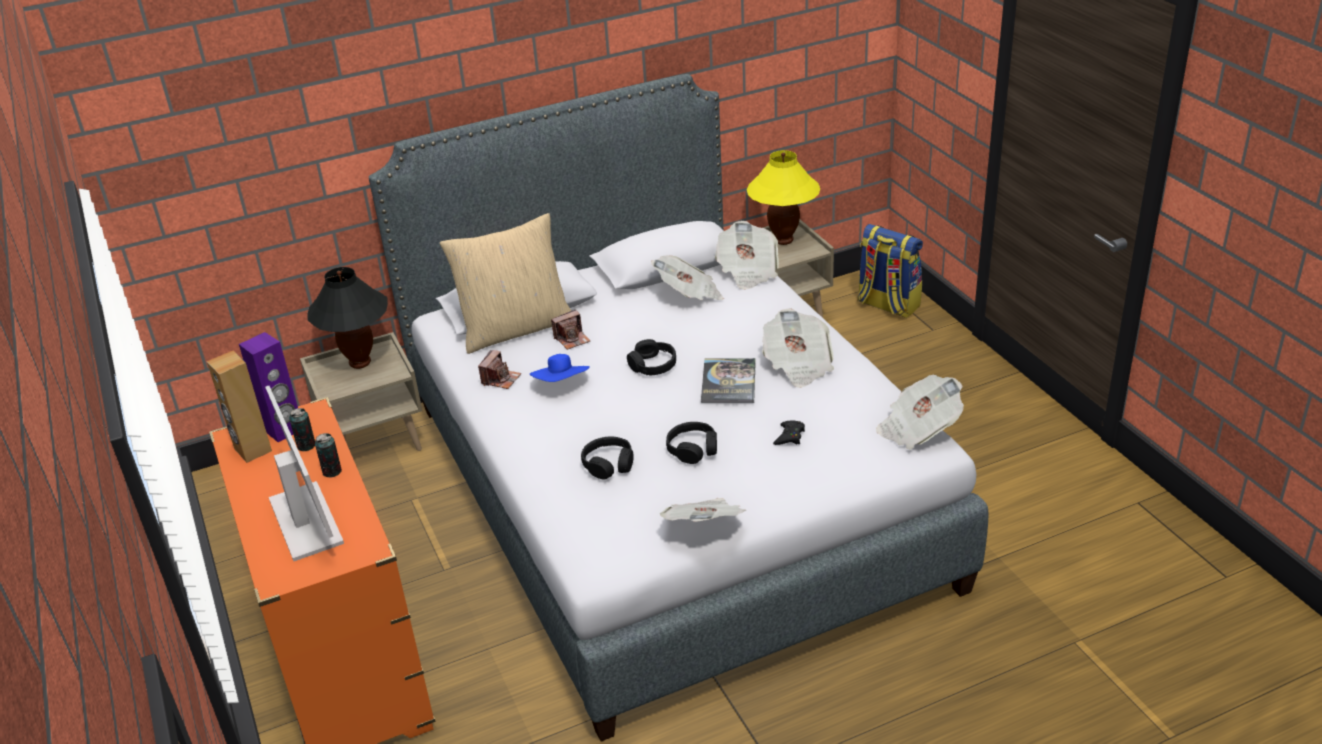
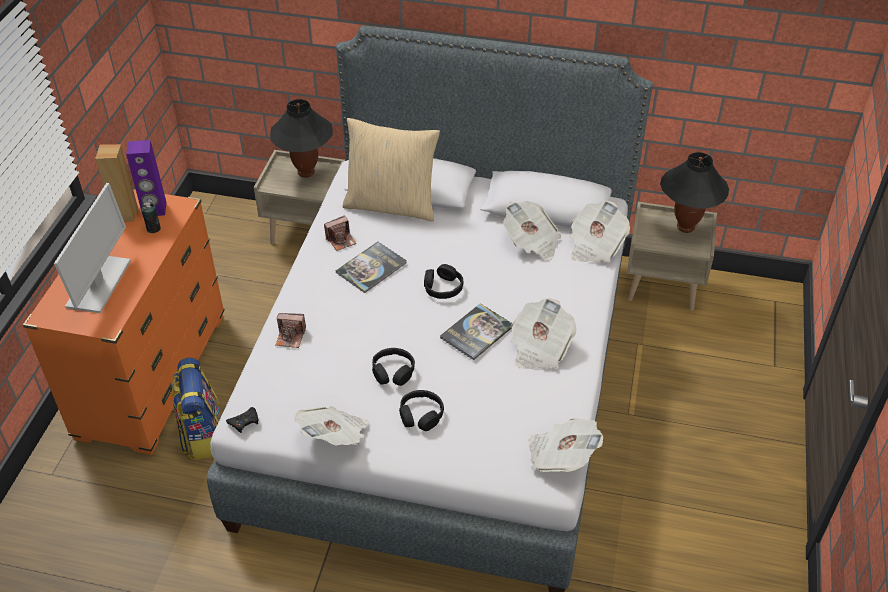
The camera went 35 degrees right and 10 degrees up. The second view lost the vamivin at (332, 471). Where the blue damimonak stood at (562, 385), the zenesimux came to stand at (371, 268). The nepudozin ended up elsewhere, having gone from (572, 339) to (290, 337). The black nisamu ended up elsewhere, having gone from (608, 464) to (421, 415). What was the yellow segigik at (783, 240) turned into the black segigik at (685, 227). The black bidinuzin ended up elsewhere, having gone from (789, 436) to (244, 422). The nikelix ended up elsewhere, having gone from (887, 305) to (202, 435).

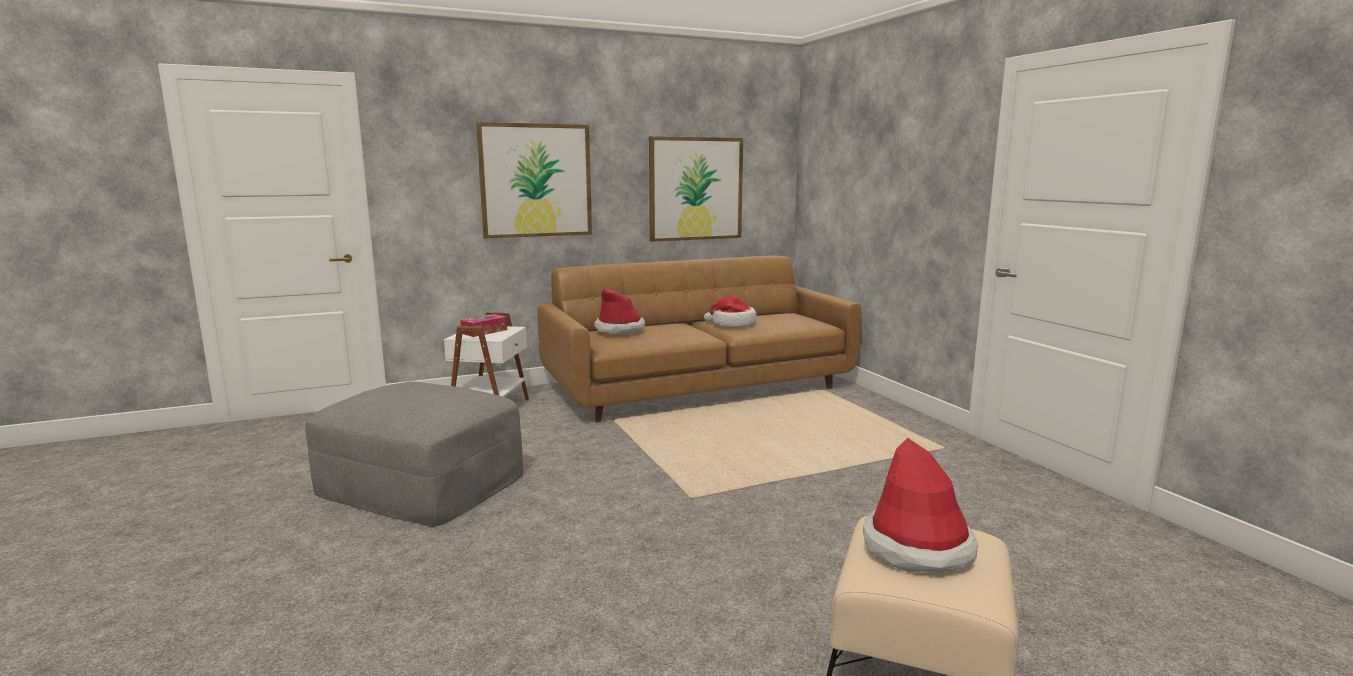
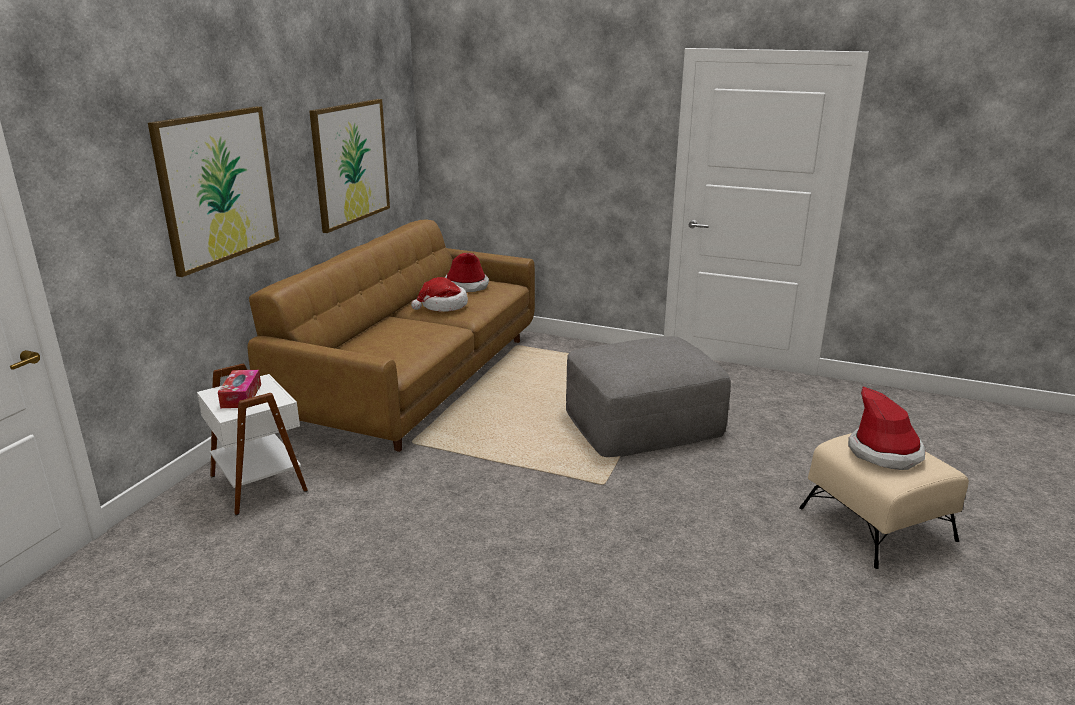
The camera went 45 degrees left and 10 degrees up. The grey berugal ended up elsewhere, having gone from (422, 483) to (642, 422). The damimonak ended up elsewhere, having gone from (619, 329) to (466, 286).

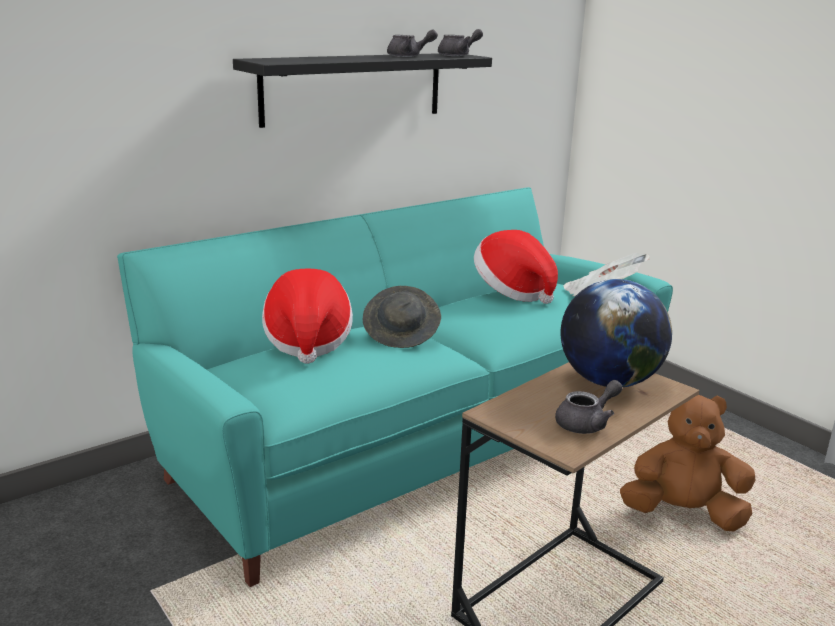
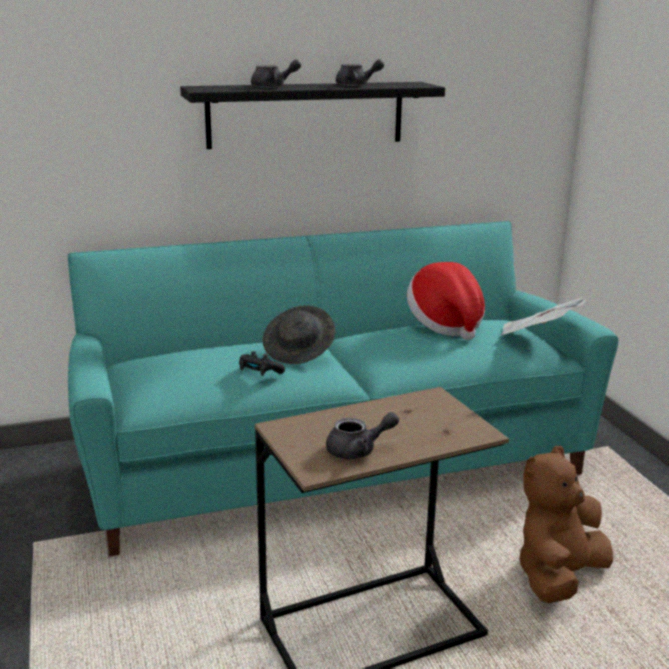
The camera went 20 degrees right and 0 degrees up. The second view lost the damimonak at (307, 341). The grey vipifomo ended up elsewhere, having gone from (458, 55) to (273, 87). The second view lost the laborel at (608, 382). The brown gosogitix at (682, 514) ended up facing another way, 75 degrees counterclockwise from before. The second view gained the black bidinuzin at (259, 372).

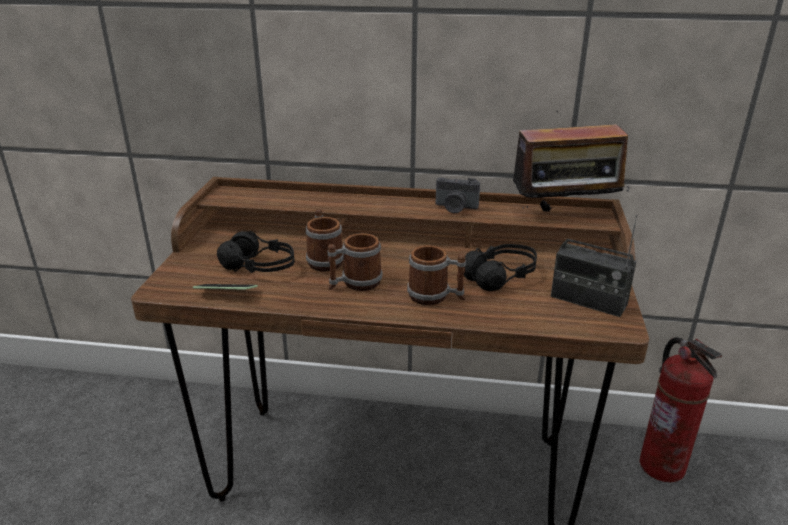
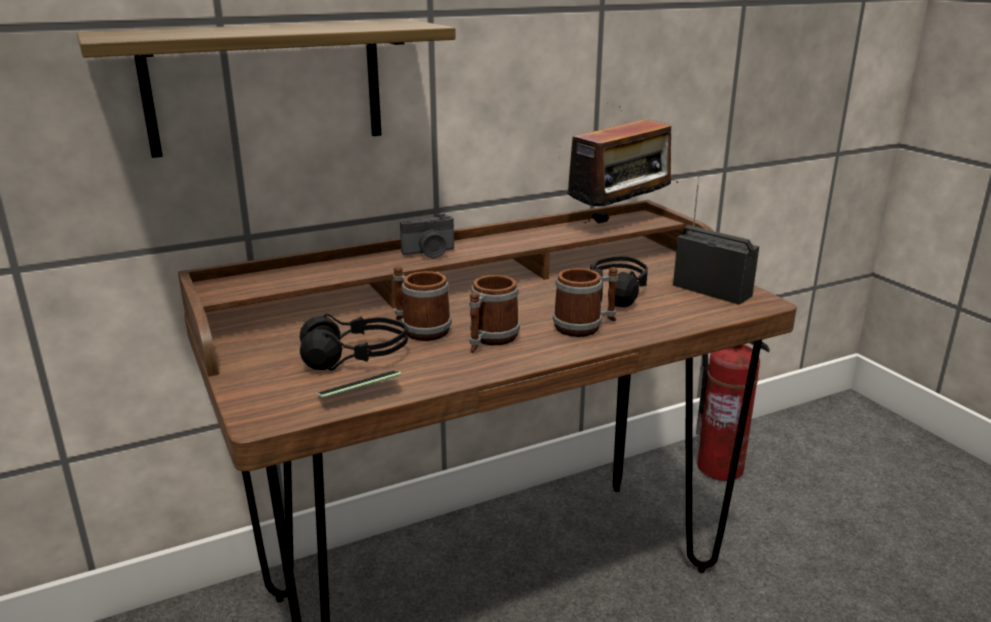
The camera went 35 degrees left and 5 degrees down. The nepudozin ended up elsewhere, having gone from (455, 208) to (429, 253). The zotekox at (588, 301) ended up facing another way, 135 degrees counterclockwise from before. The second view gained the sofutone at (266, 87).

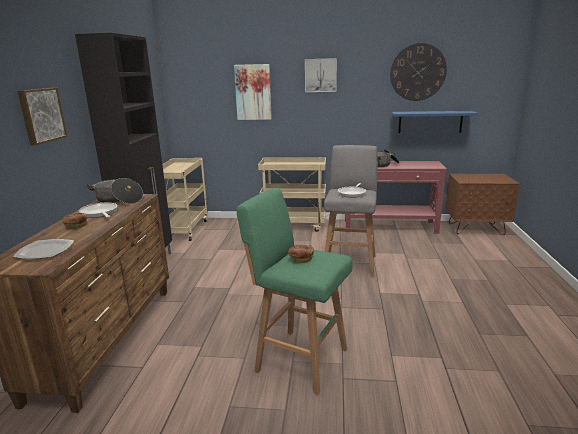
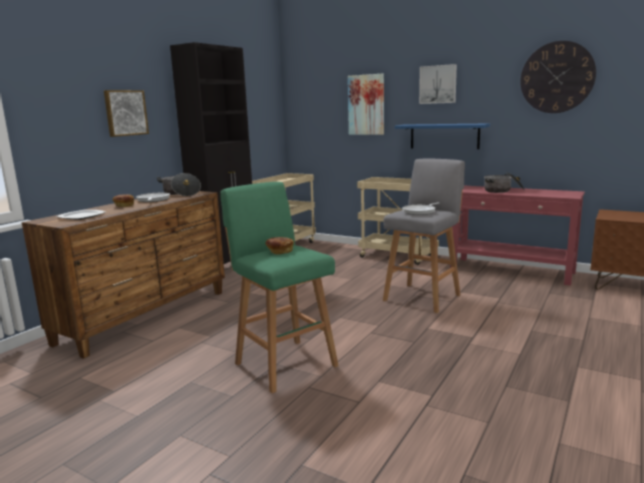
The camera went 25 degrees right and 5 degrees down. The blue sofutone ended up elsewhere, having gone from (430, 122) to (444, 136).

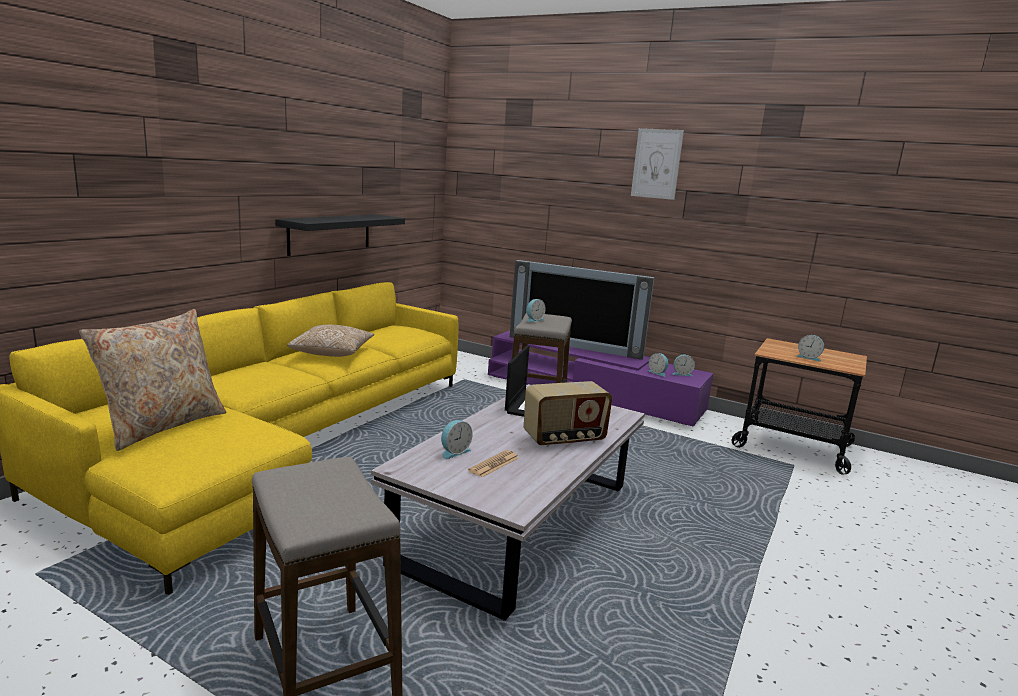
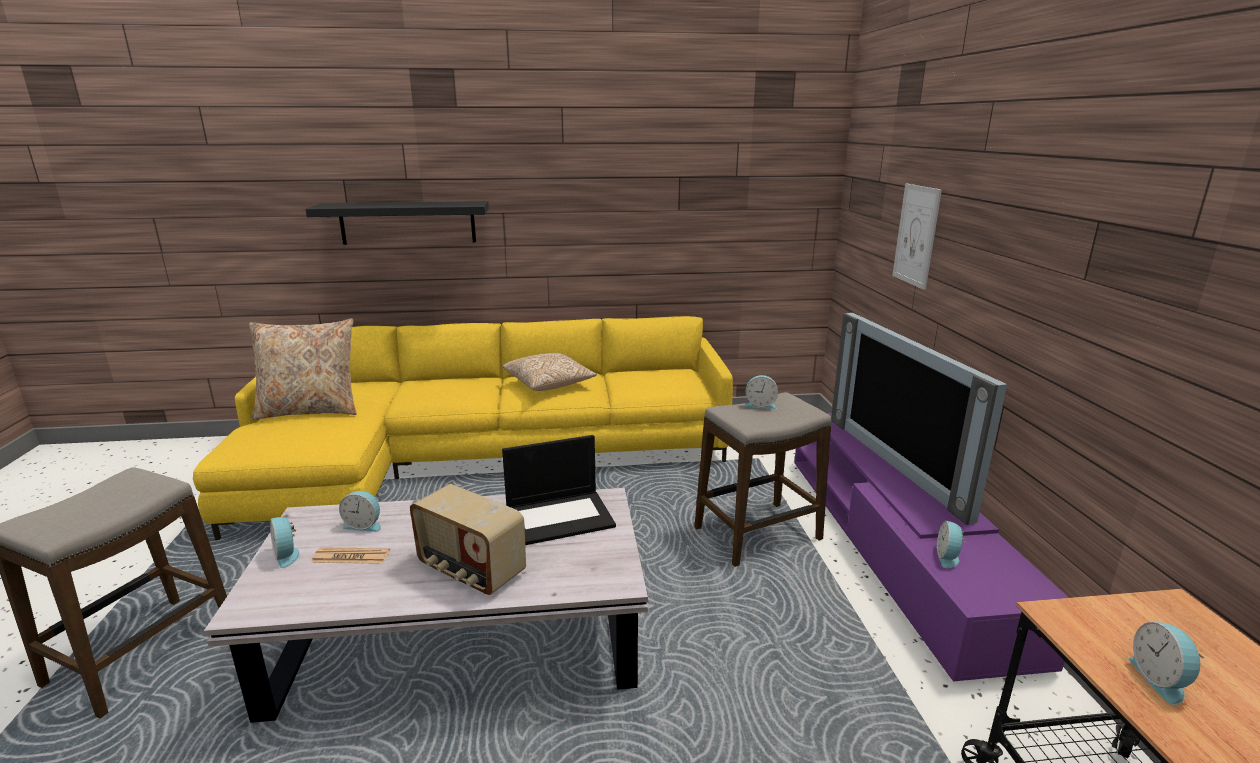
The camera went 55 degrees right and 5 degrees up. The black sofutone ended up elsewhere, having gone from (330, 233) to (408, 222). The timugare ended up elsewhere, having gone from (656, 164) to (916, 235). The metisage ended up elsewhere, having gone from (682, 374) to (287, 555).

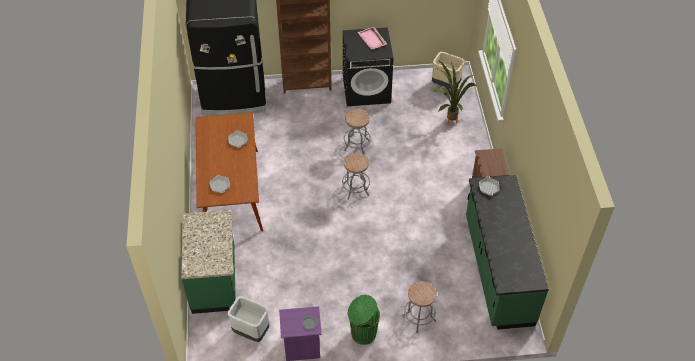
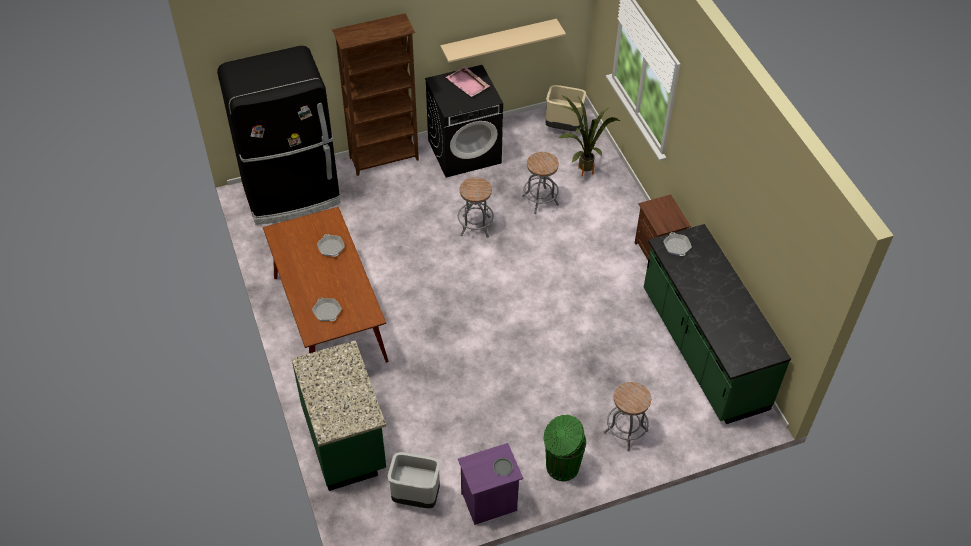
The camera went 15 degrees left and 0 degrees up. The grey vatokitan ended up elsewhere, having gone from (355, 189) to (540, 200). The second view gained the beige sofutone at (498, 40).

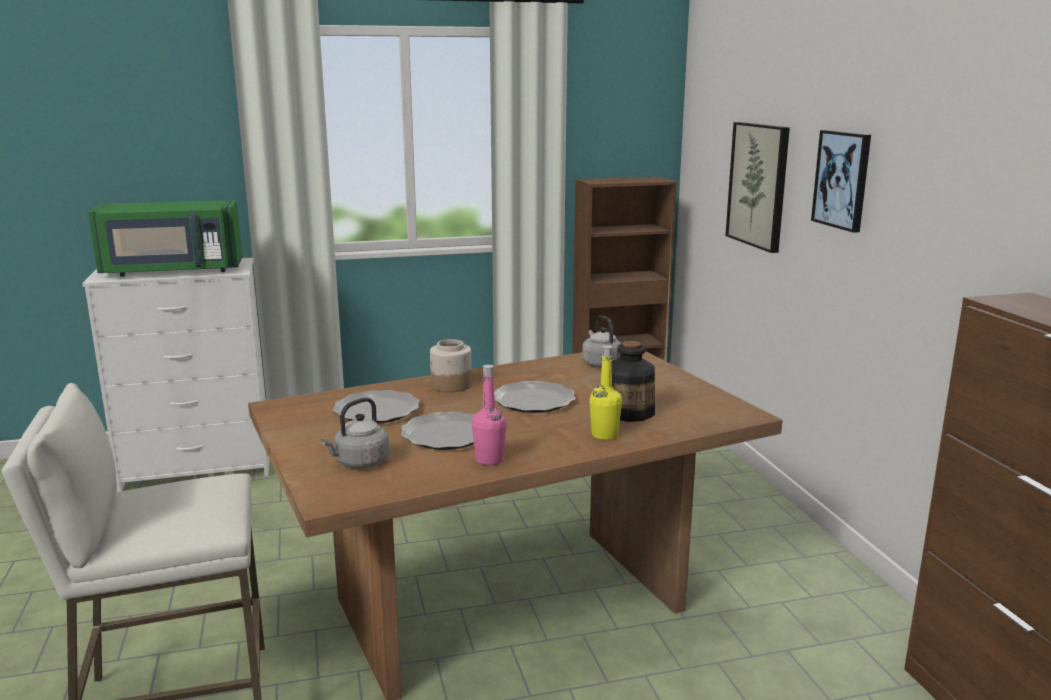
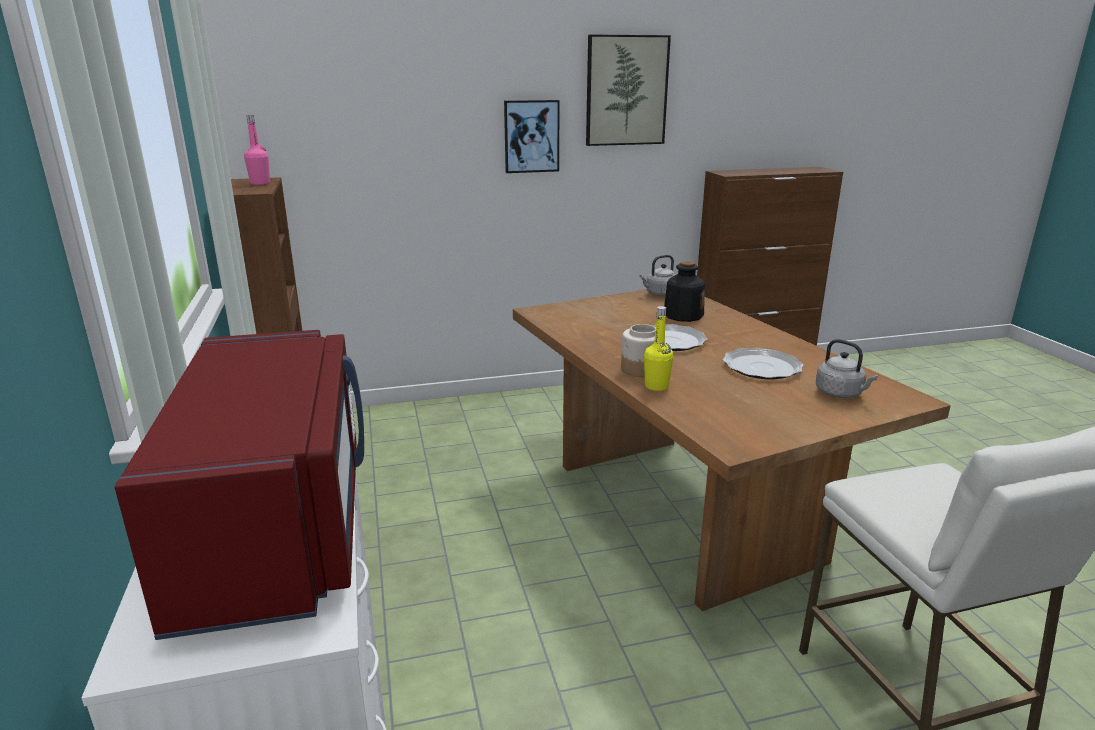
The camera went 90 degrees left and 5 degrees up. What was the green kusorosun at (173, 271) turned into the red kusorosun at (279, 527). The second view lost the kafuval at (376, 411). The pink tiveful ended up elsewhere, having gone from (489, 460) to (260, 183). The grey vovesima ended up elsewhere, having gone from (600, 364) to (660, 294). The yellow tiveful ended up elsewhere, having gone from (604, 435) to (656, 386). The timugare ended up elsewhere, having gone from (759, 185) to (626, 91).

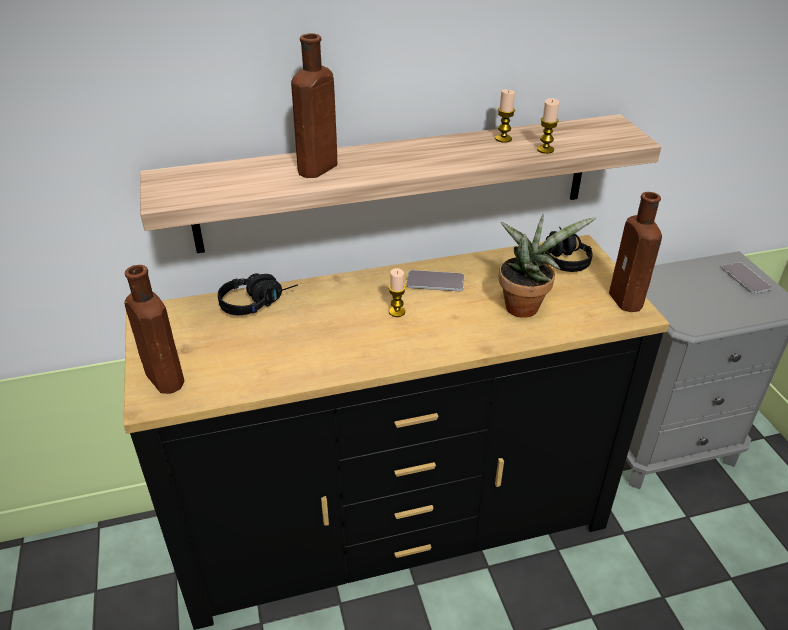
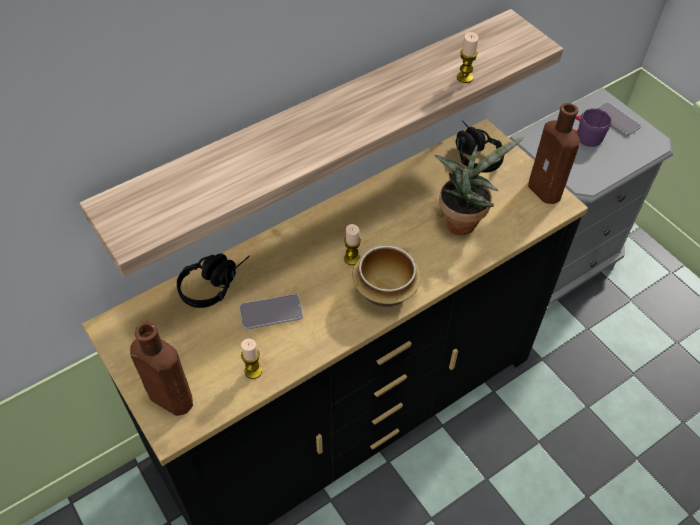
The camera went 20 degrees left and 15 degrees up. The second view lost the brown tiveful at (316, 169). The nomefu ended up elsewhere, having gone from (435, 282) to (271, 312). The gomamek ended up elsewhere, having gone from (503, 139) to (253, 371). The second view gained the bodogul at (383, 290). The second view gained the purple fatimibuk at (582, 136).

